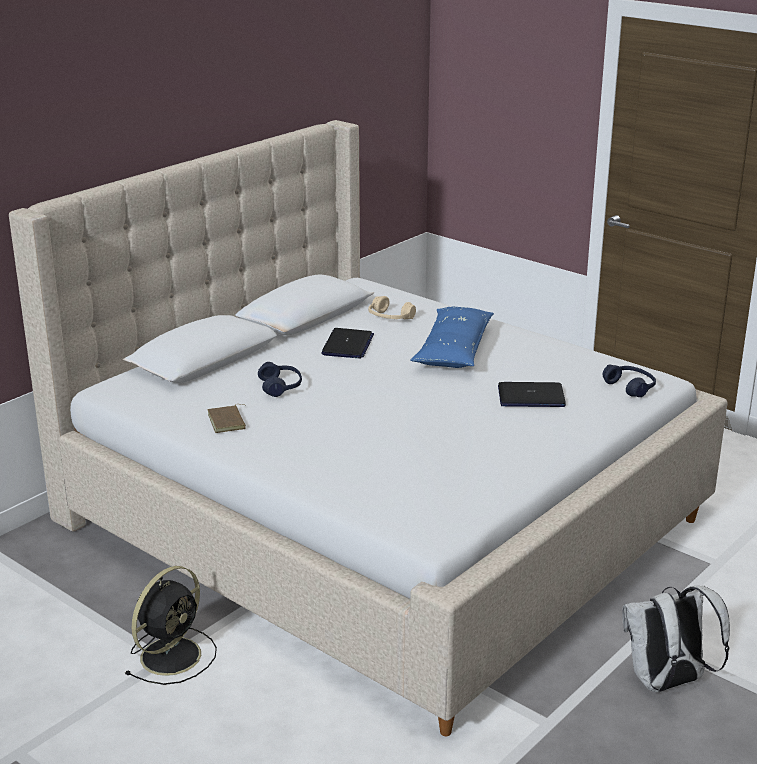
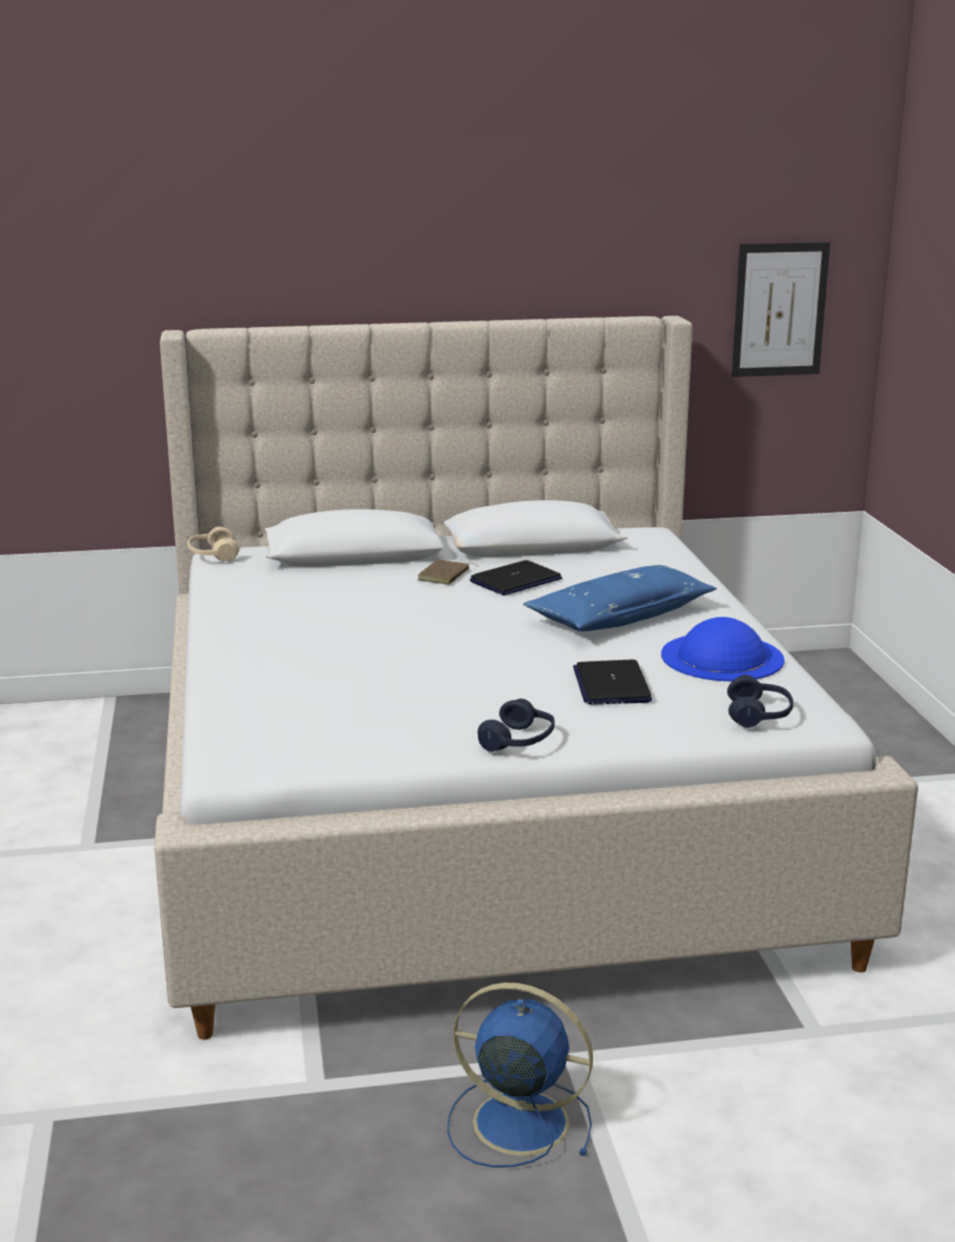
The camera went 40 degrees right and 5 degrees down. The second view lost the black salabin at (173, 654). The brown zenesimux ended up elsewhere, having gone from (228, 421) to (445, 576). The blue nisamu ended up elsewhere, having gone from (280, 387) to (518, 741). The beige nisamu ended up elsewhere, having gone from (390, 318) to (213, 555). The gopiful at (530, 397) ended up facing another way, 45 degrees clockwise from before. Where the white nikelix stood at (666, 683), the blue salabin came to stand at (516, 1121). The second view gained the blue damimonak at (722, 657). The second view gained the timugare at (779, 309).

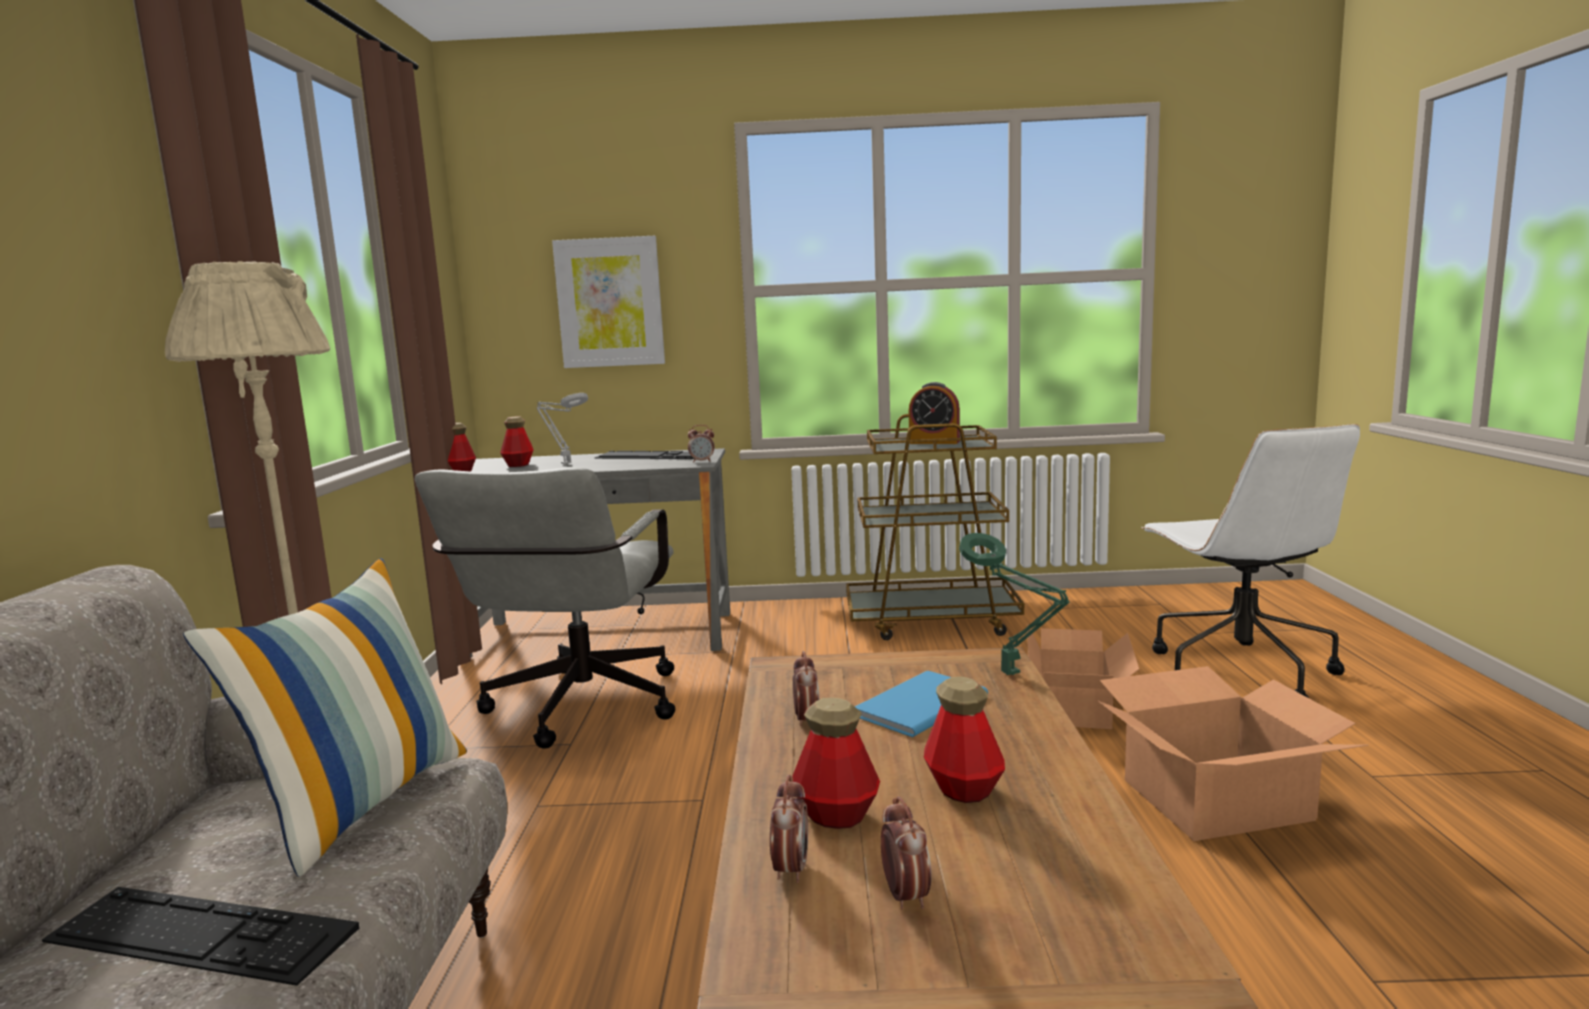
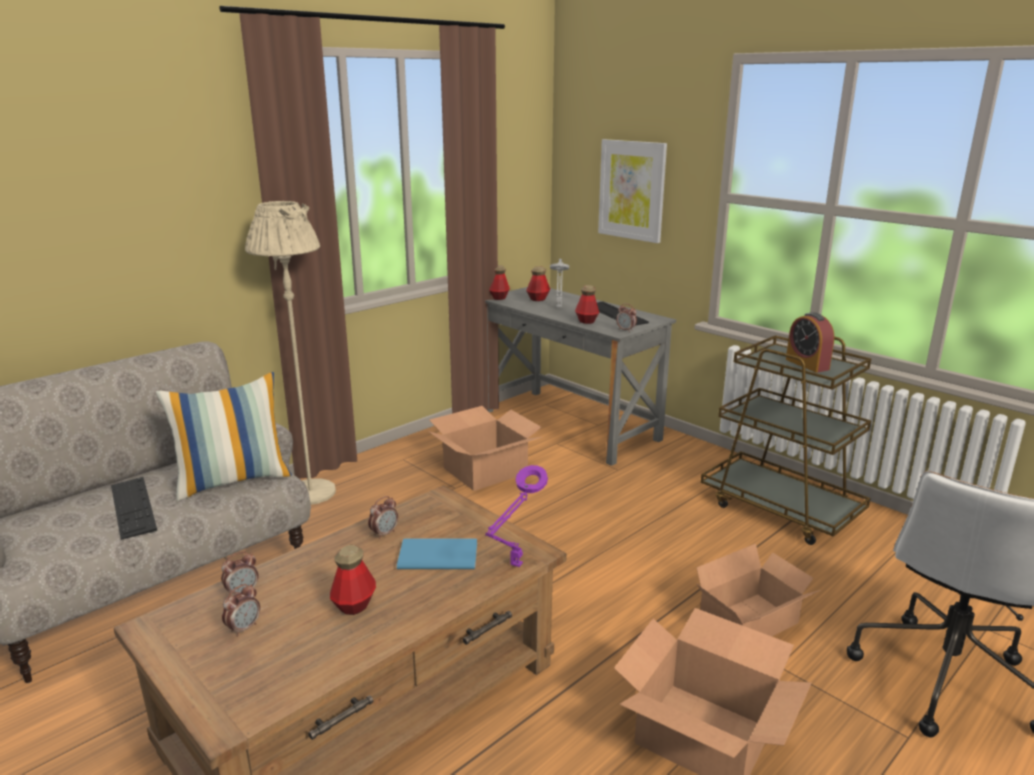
The camera went 45 degrees right and 10 degrees up. Where the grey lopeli stood at (577, 712), the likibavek came to stand at (484, 470). The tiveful ended up elsewhere, having gone from (835, 815) to (586, 321). What was the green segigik at (1013, 675) turned into the purple segigik at (515, 567).

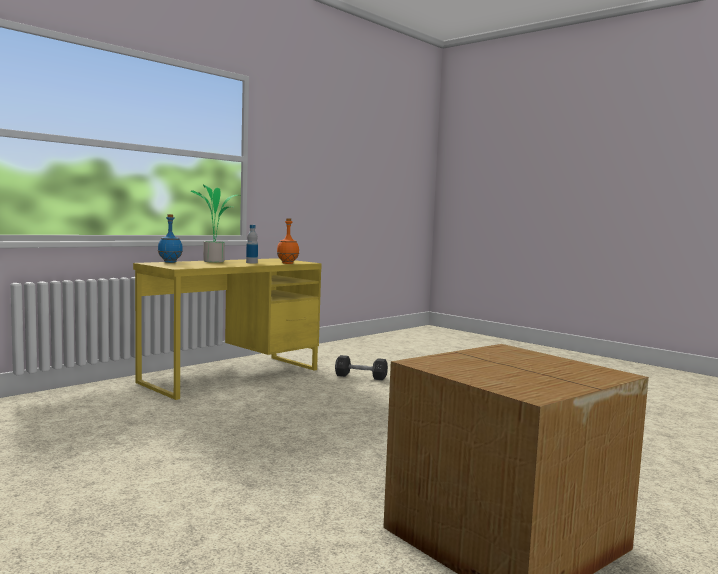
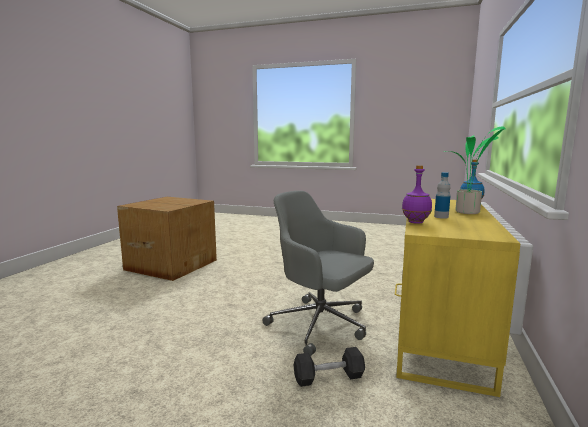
The camera went 155 degrees right and 5 degrees up. What was the orange tiveful at (287, 263) turned into the purple tiveful at (416, 222). The second view gained the grey lopeli at (321, 325).

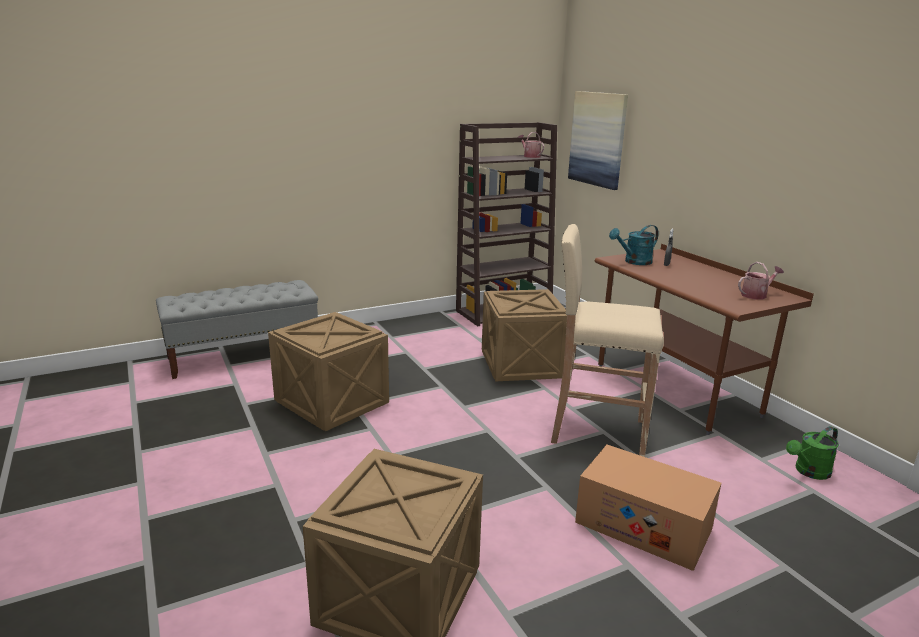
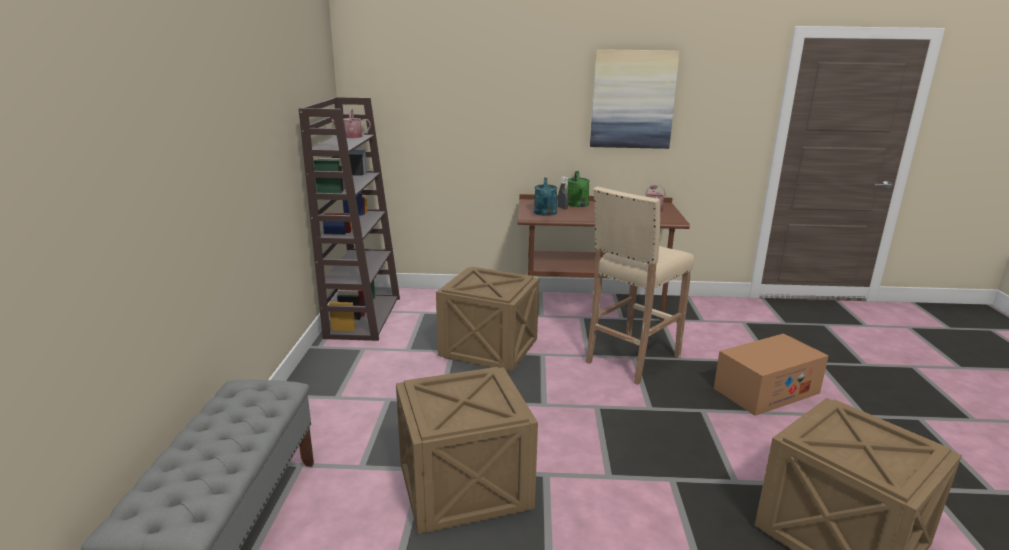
The camera went 60 degrees left and 0 degrees up. The timugare ended up elsewhere, having gone from (598, 139) to (632, 99). The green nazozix ended up elsewhere, having gone from (809, 472) to (578, 205).

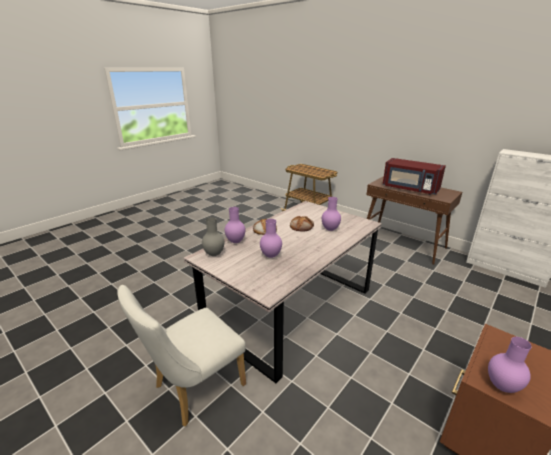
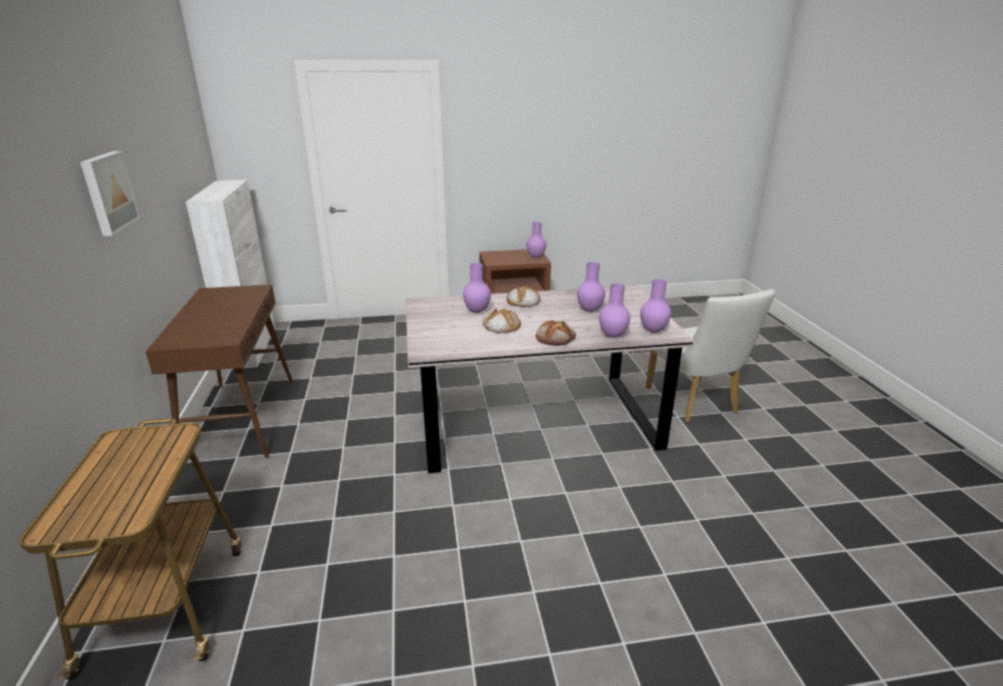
The camera went 140 degrees left and 0 degrees up. The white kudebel at (194, 388) ended up facing another way, 75 degrees clockwise from before. What was the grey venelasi at (214, 254) turned into the purple venelasi at (653, 331). The second view lost the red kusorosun at (410, 189). The second view gained the timugare at (107, 192). The second view gained the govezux at (523, 301).

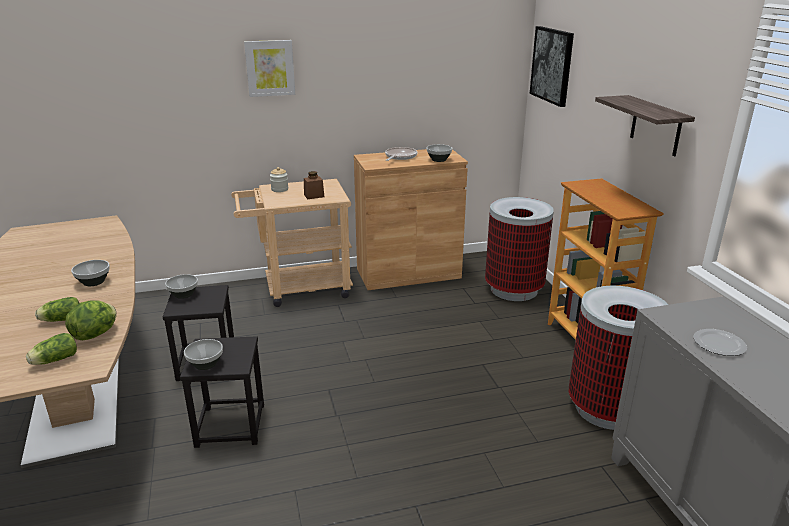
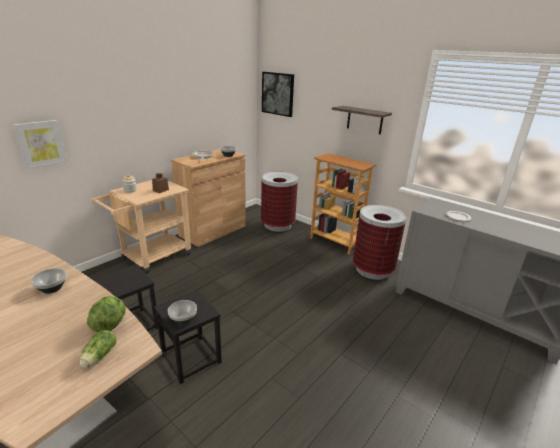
The camera went 35 degrees left and 0 degrees up. The second view lost the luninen at (60, 320). The second view lost the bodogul at (184, 294). The timugare ended up elsewhere, having gone from (270, 68) to (41, 144).

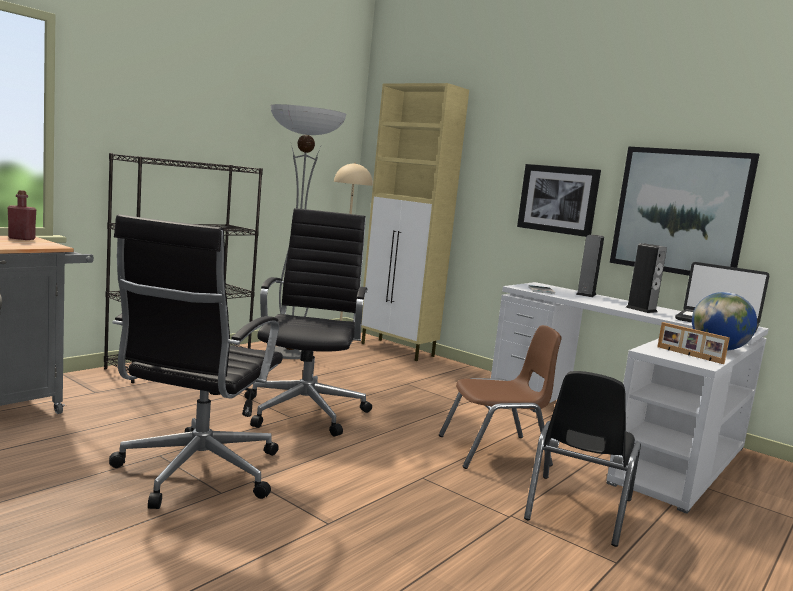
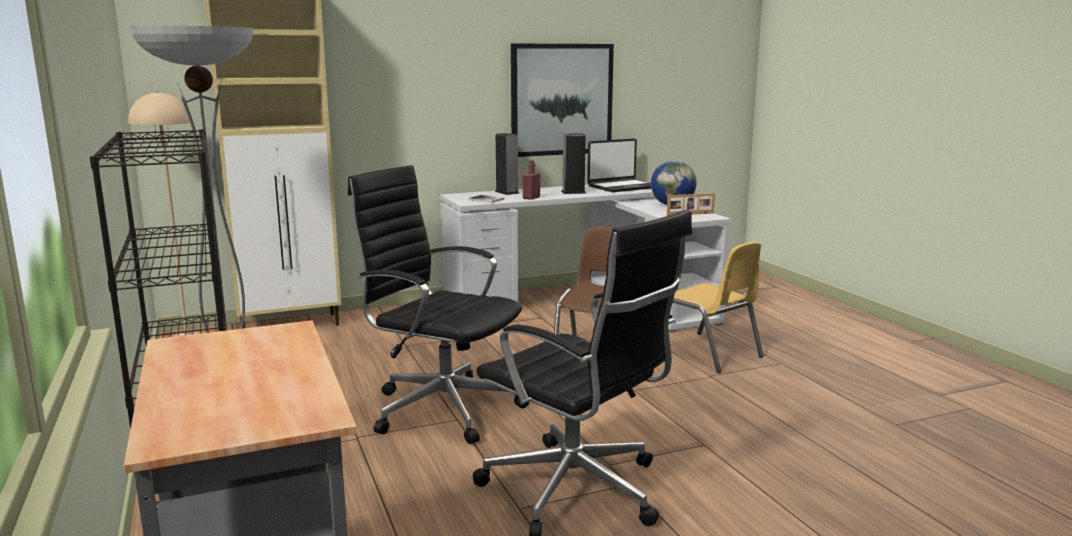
The camera went 60 degrees left and 5 degrees up. The red tiveful ended up elsewhere, having gone from (21, 238) to (531, 198). The second view lost the timugare at (558, 199). What was the black kudebel at (577, 509) turned into the yellow kudebel at (707, 352).

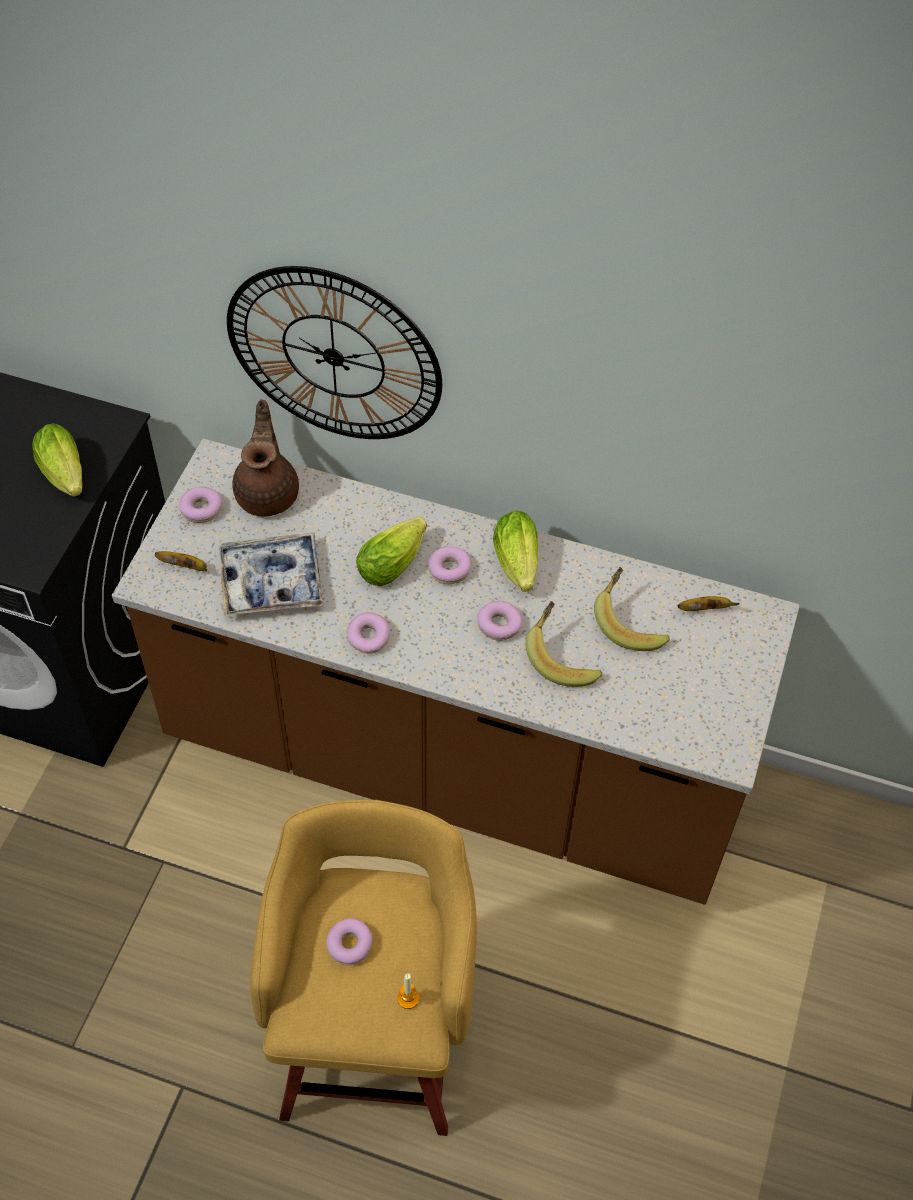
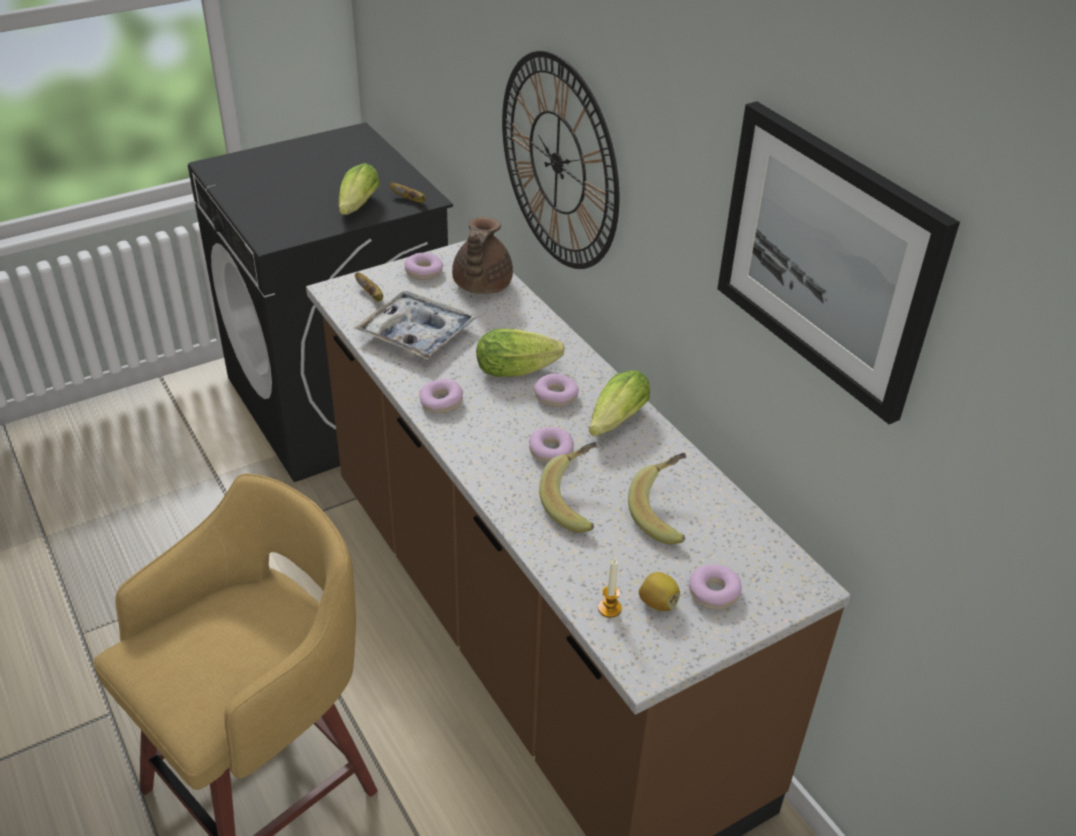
The camera went 40 degrees right and 15 degrees down. The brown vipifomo at (268, 492) ended up facing another way, 150 degrees clockwise from before. The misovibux ended up elsewhere, having gone from (350, 945) to (714, 592). The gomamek ended up elsewhere, having gone from (408, 998) to (609, 608). The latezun ended up elsewhere, having gone from (704, 609) to (410, 200). The second view gained the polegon at (657, 603). The second view gained the timugare at (827, 258).

